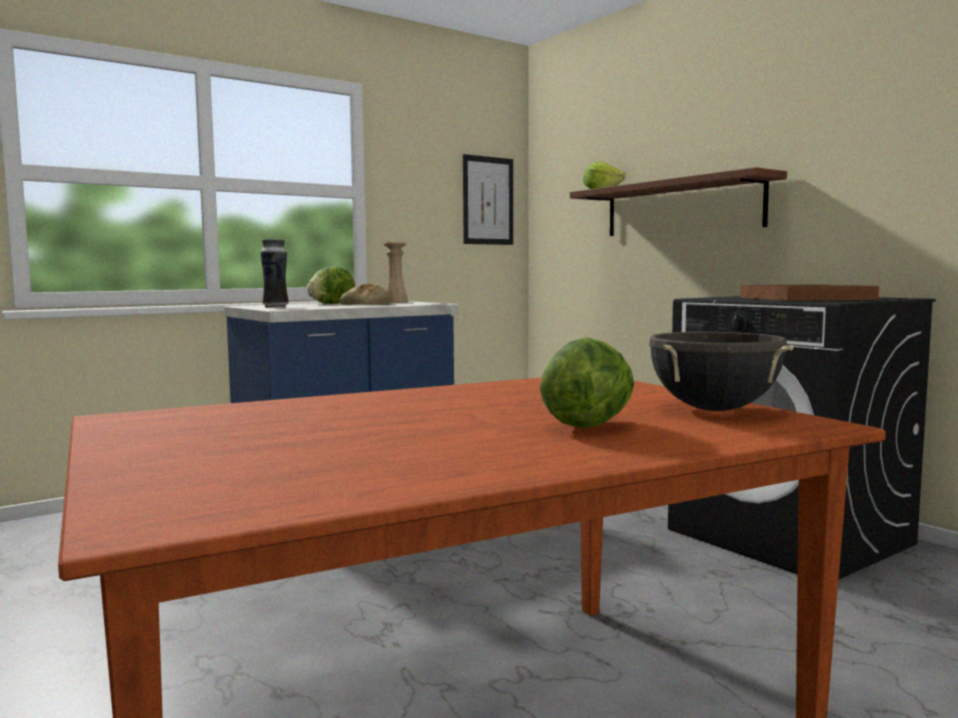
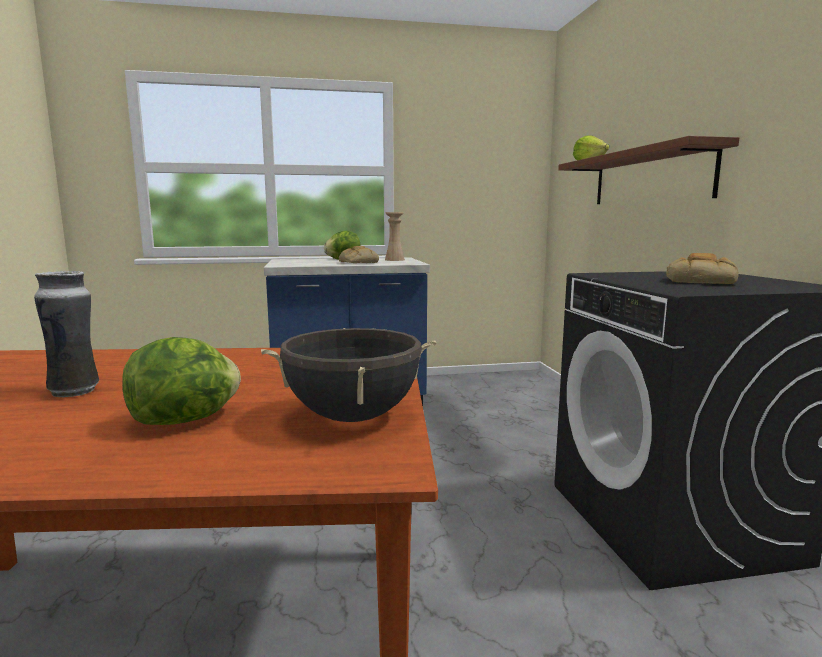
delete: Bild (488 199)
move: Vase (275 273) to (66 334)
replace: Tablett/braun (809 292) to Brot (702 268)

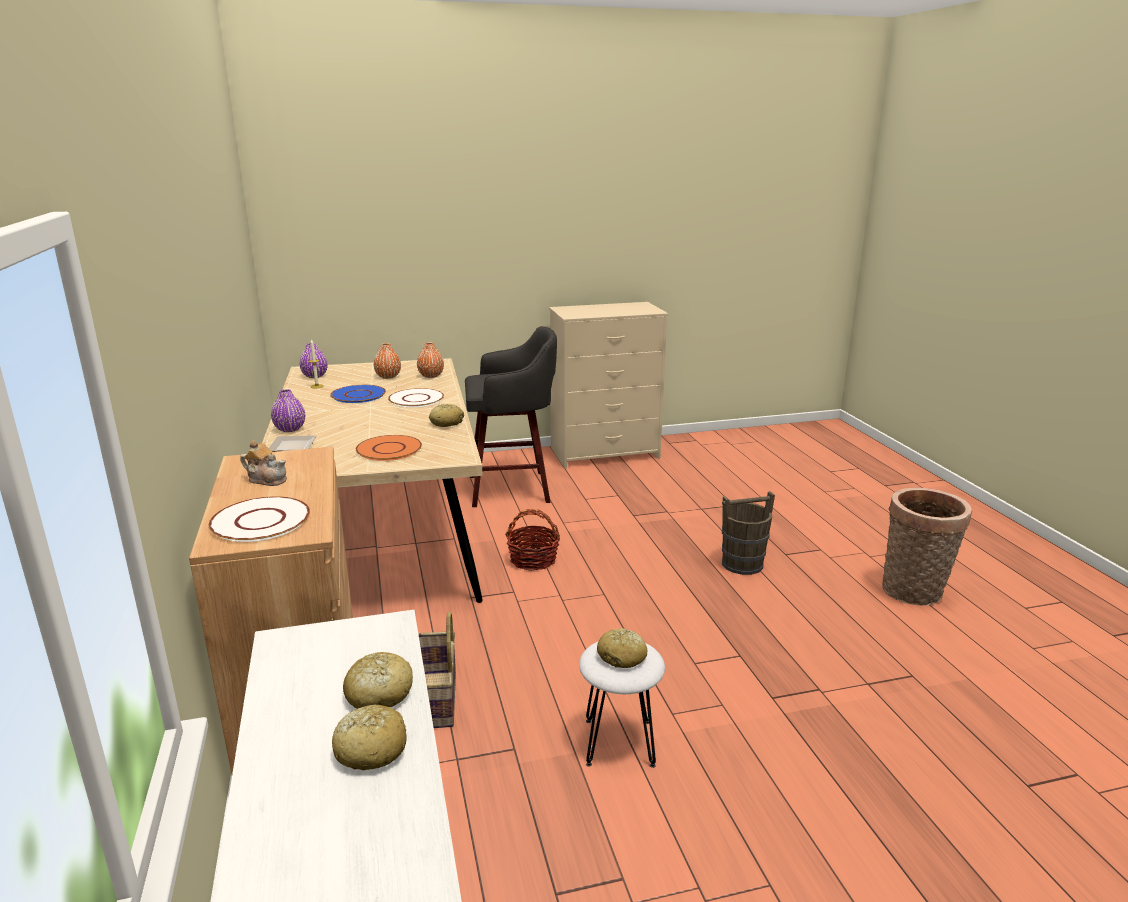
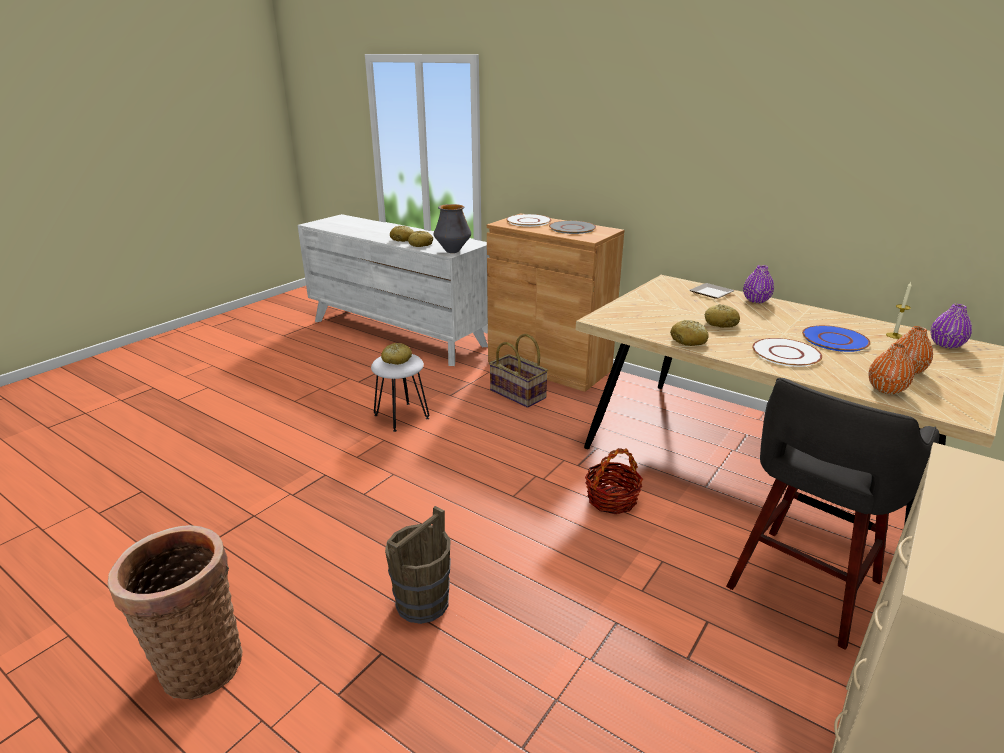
delete: Teller/orange (389 448)
insert: Vase (452 228); Brot (722 316)
replace: Teekanne (263 463) to Teller/grau (572 227)

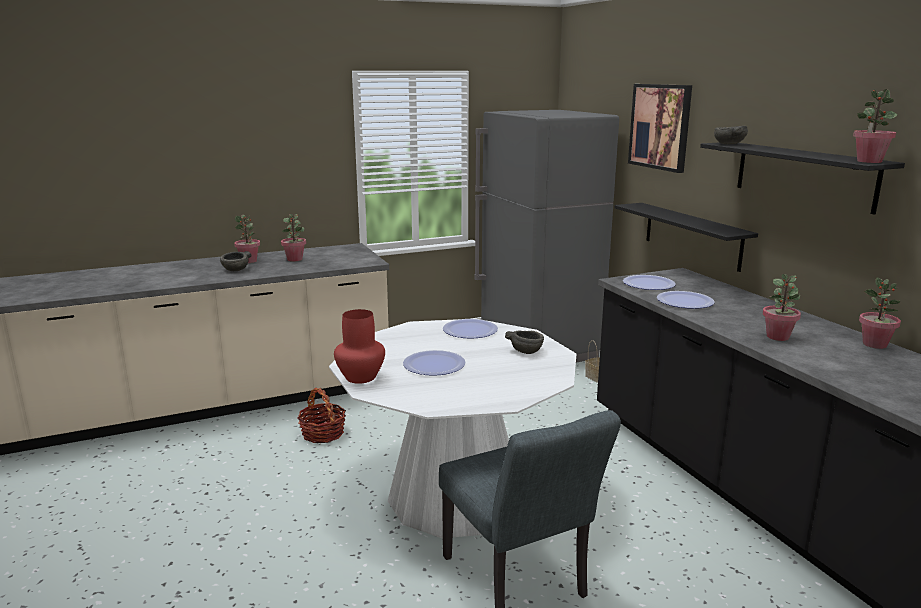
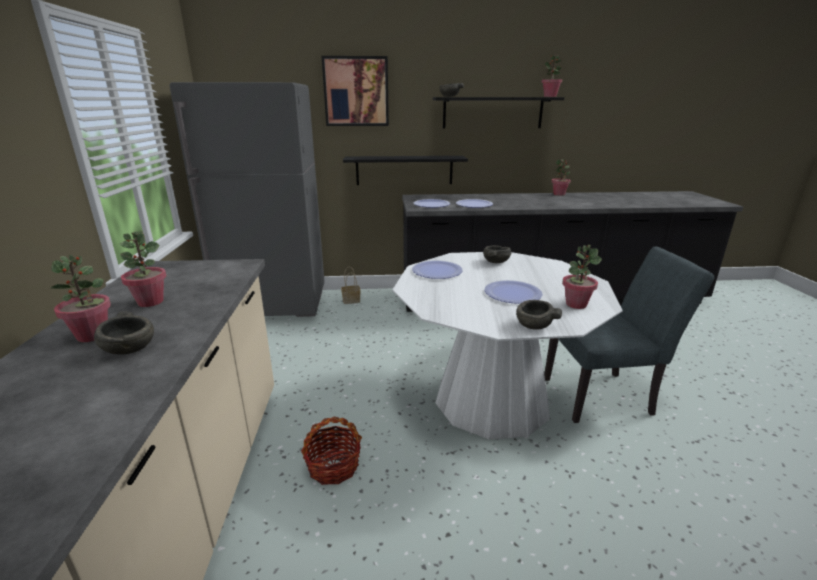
move: Topfpflanze (782 307) to (582 277)
replace: Vase/rot (359 346) to Schüssel/grau (539 315)

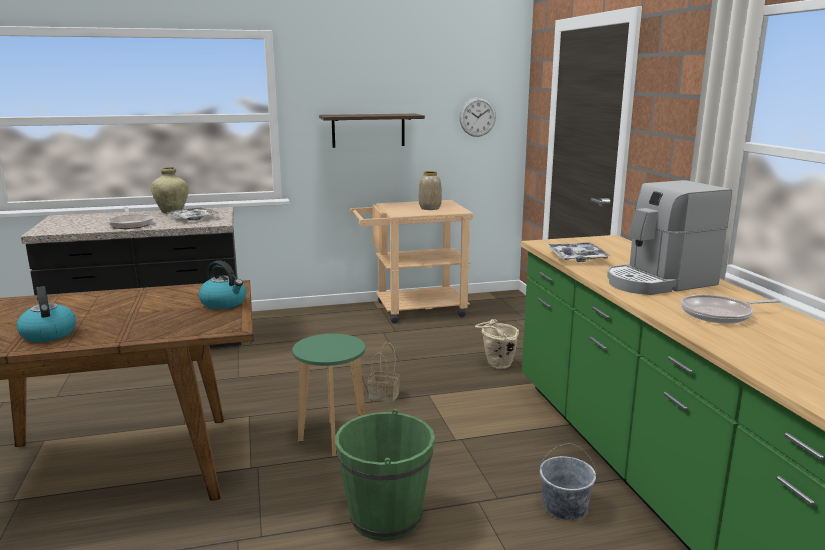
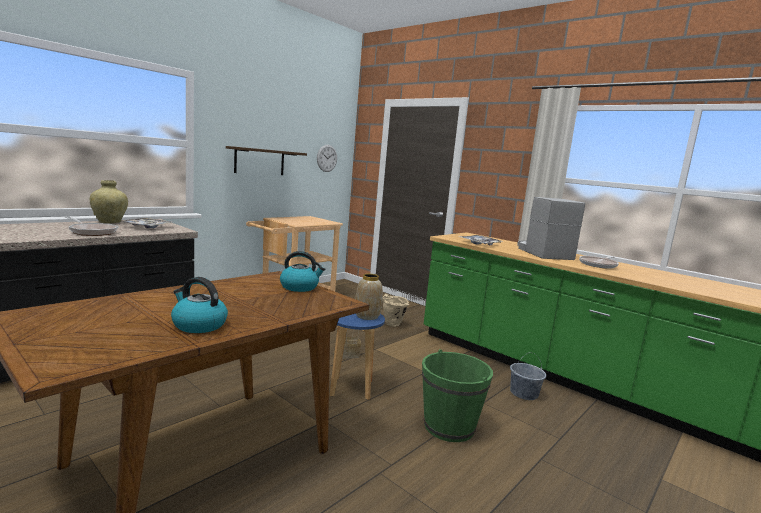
move: Vase (430 190) to (369 297)
recolor: Hocker/grün (328 395) to Hocker/blau (357 357)
rotate: Kaffeemaschine (669 237) = (551 228) 135 degrees clockwise

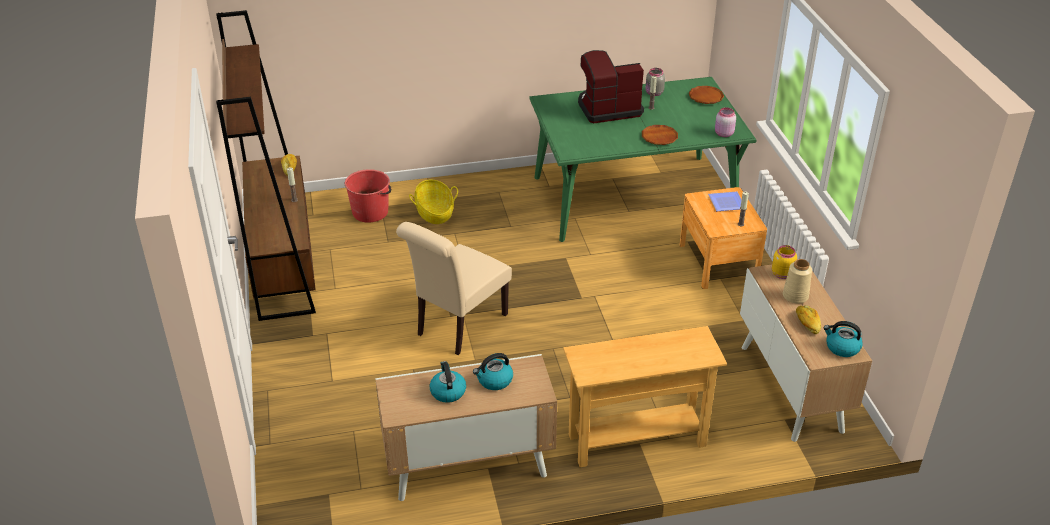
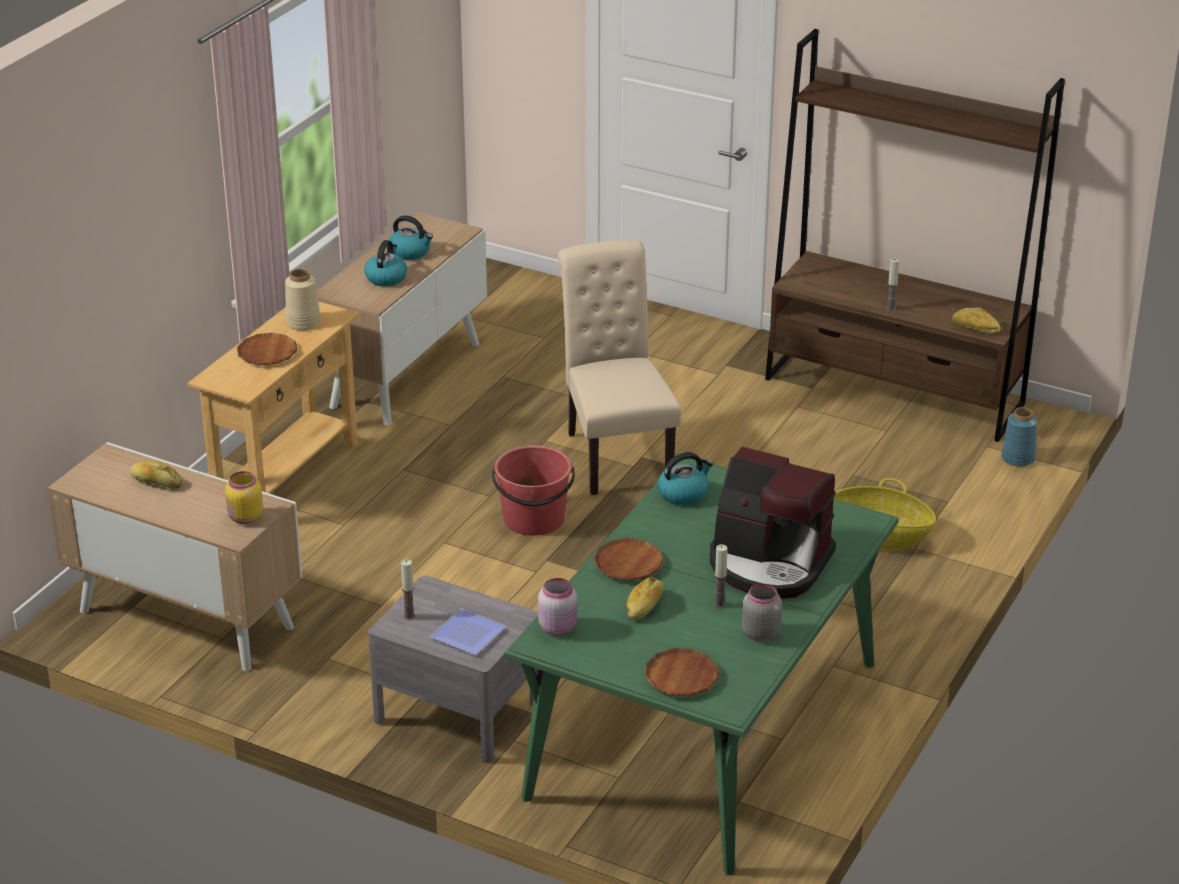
insert: Teller/braun (267 349); Vase/blau (1019 437); Brot (645 598)
move: Eimer/rot (368 195) to (533 490); Vase/beige (797 281) to (303 299); Wasserkessel (843 339) to (685 478)
recolor: Nachttisch/braun (723 238) to Nachttisch/grau (453 669)
rotate: Kaffeemaschine (611 86) = (773 523) 90 degrees clockwise

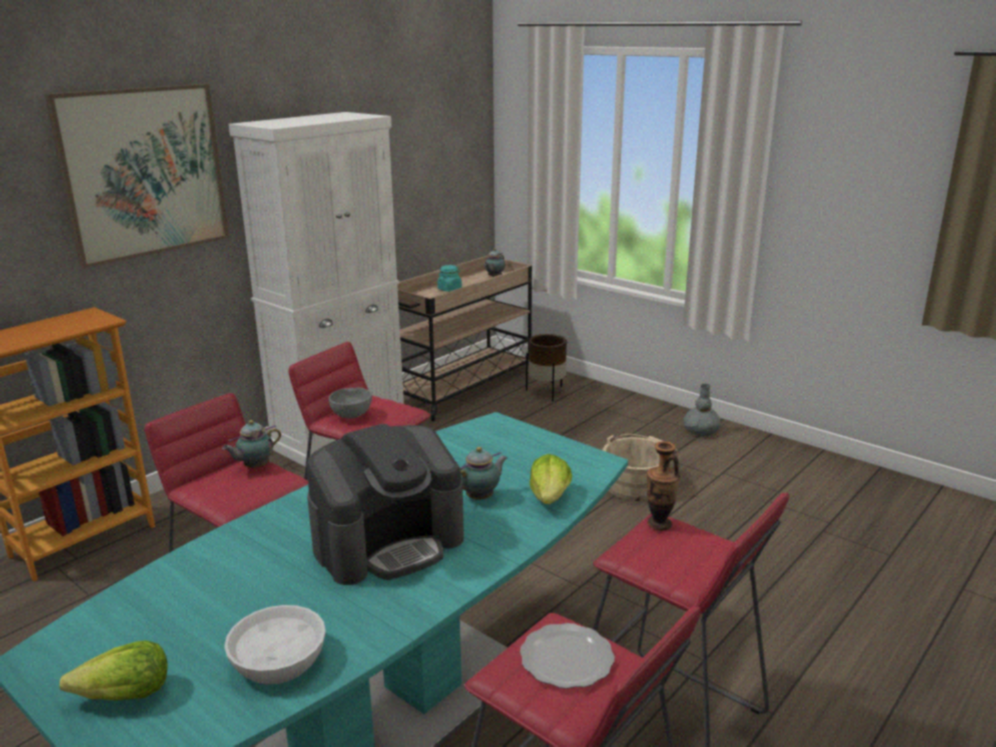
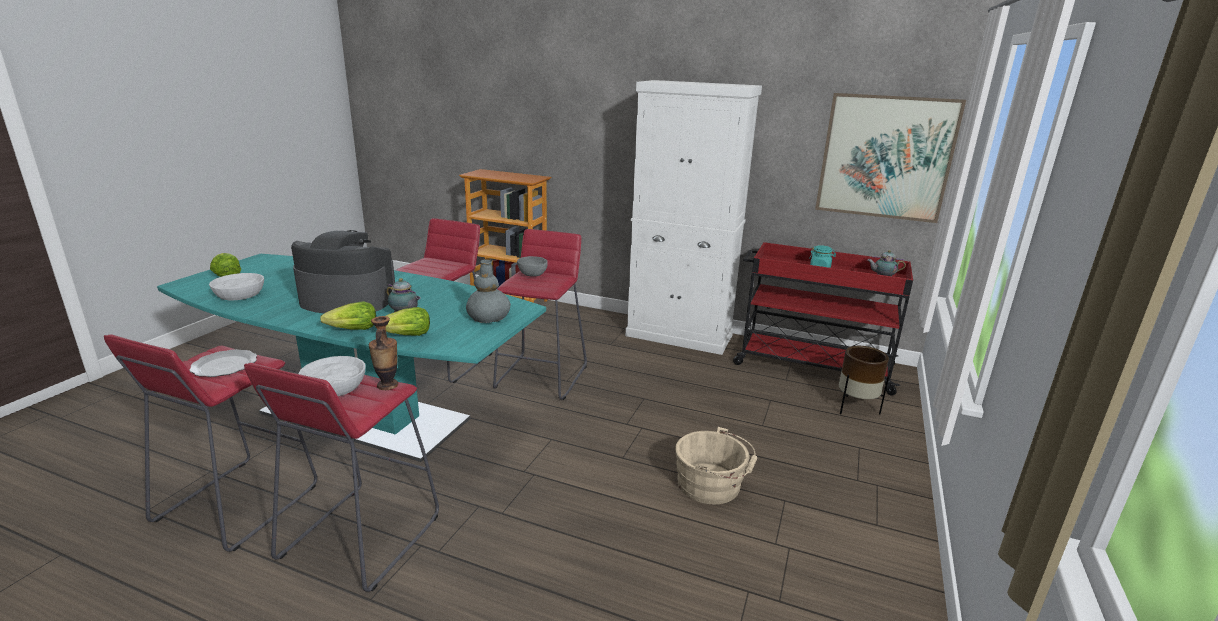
delete: Teekanne (251 444)
insert: Salatkopf (348 316); Schüssel/weiß (331 376)
move: Bild (137 176) to (890 158); Vase/grau (702 410) to (488 291)
recolor: Rollwagen/beige (464 338) to Rollwagen/rot (823 319)
rotate: Kaffeemaschine (385 504) = (343 271) 150 degrees clockwise

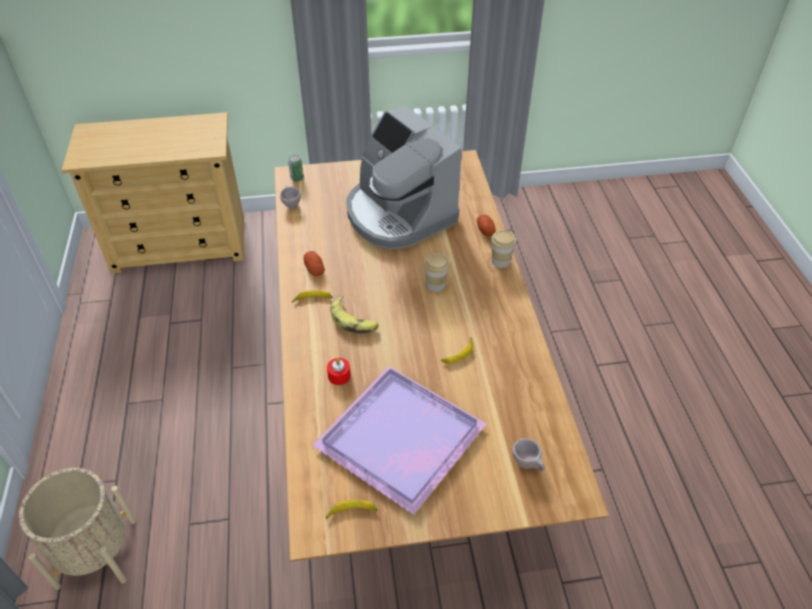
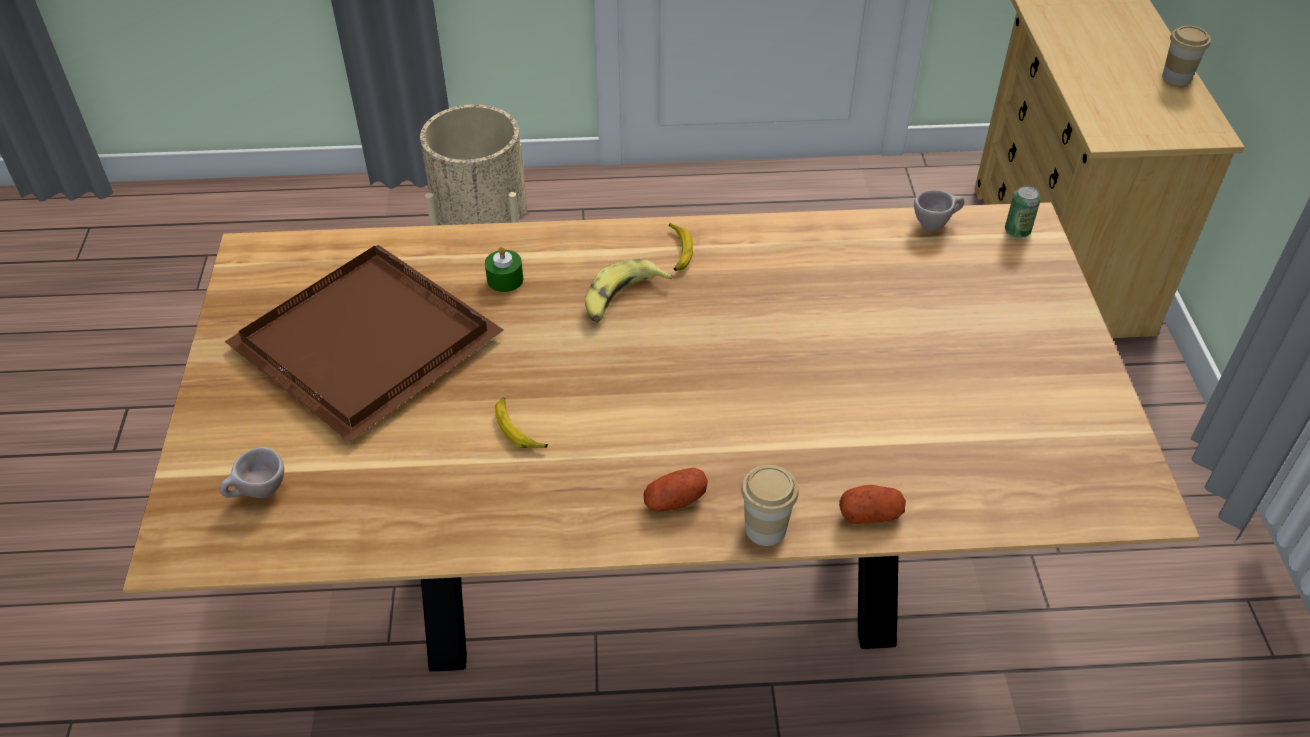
delete: Kaffeemaschine (404 178); Banane (351 509)
move: Kartoffel (314 263) to (675 489); Tasse (437 272) to (1186 56)
recolor: Kerze/rot (339 371) to Kerze/grün (504 269); Tablett/lila (399 440) to Tablett/braun (364 343)

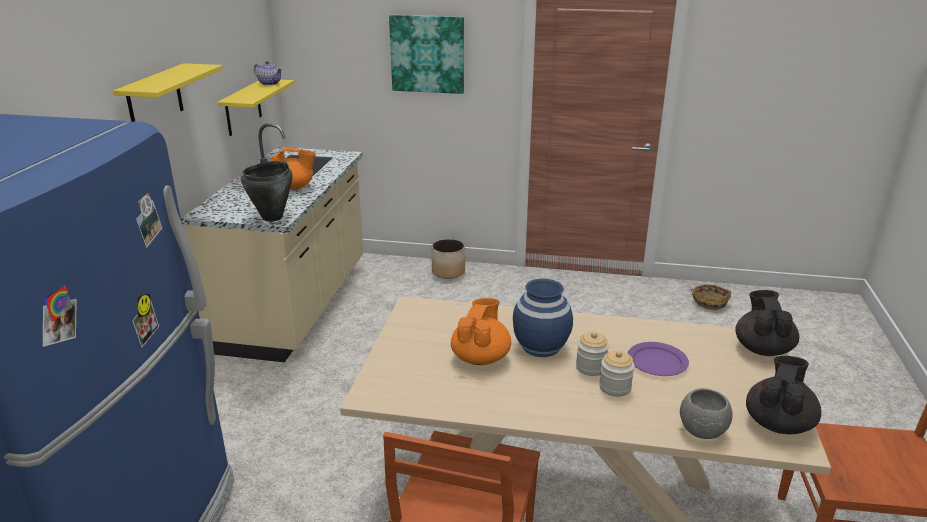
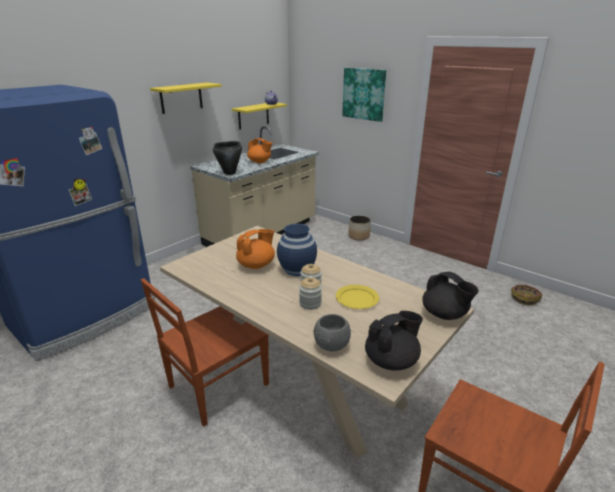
recolor: Teller/lila (658 359) to Teller/gelb (357 297)
rotate: Teekanne/schwarz (767 323) = (450 296) 105 degrees clockwise

